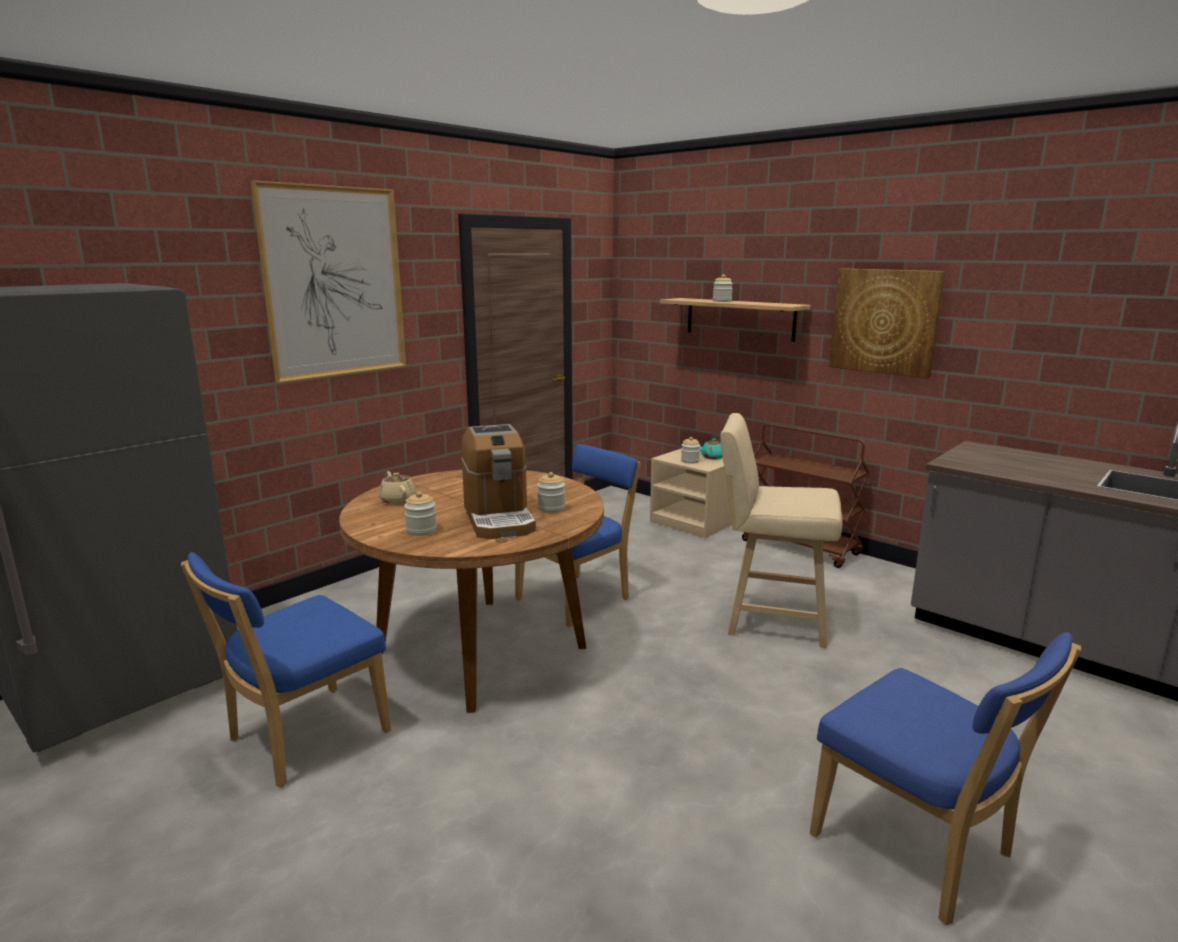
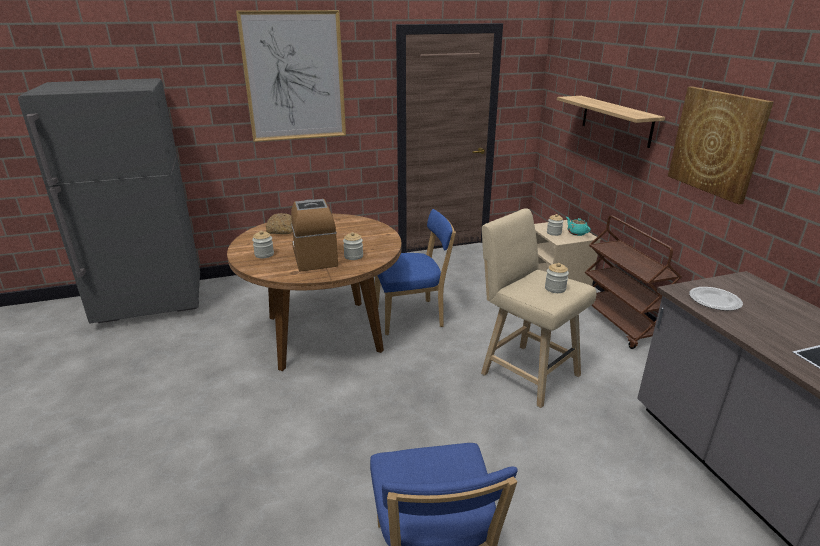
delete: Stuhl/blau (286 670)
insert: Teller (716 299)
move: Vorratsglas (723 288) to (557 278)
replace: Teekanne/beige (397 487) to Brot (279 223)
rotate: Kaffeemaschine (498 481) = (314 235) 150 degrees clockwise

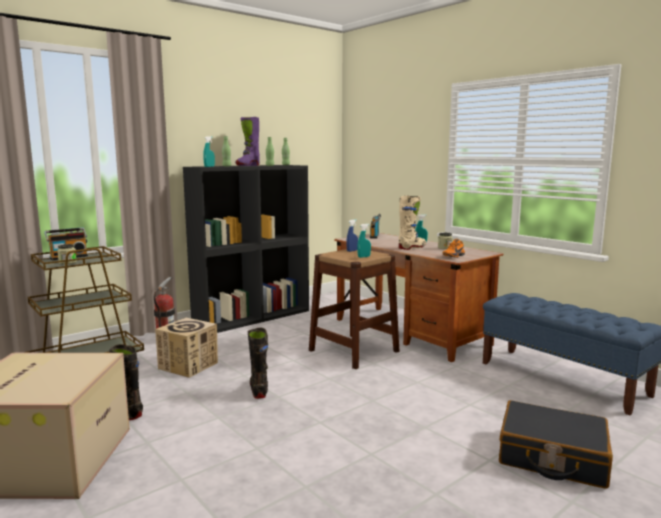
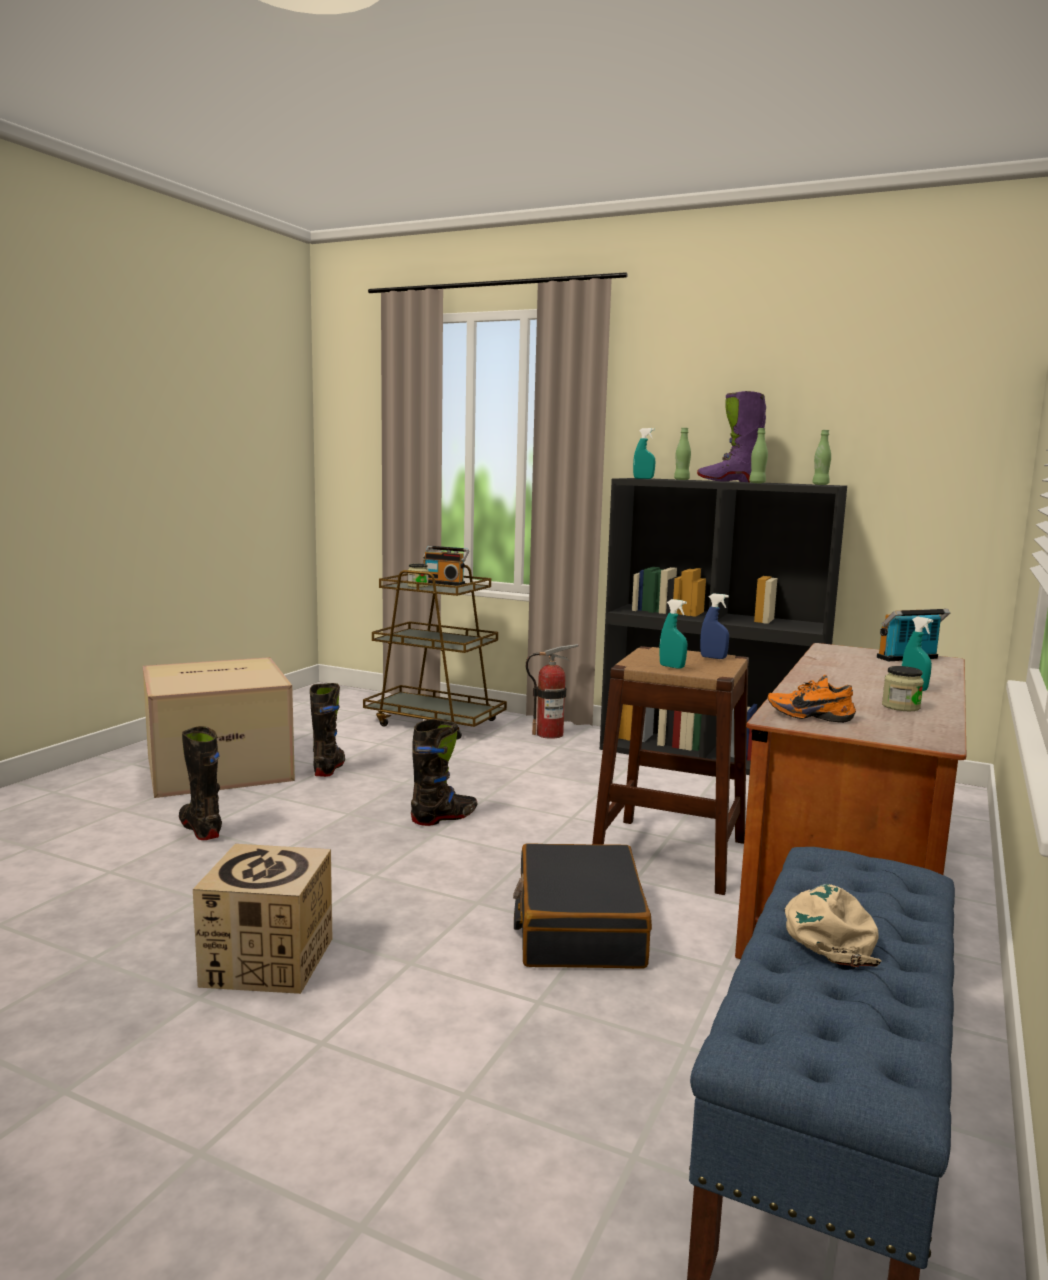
delete: Stiefel/beige (412 223)
insert: Stiefel/schwarz (200 783); Kappe/beige (833 925)
move: Karton (186 348) to (263 919); Koffer/schwarz (556 444) to (582 906)

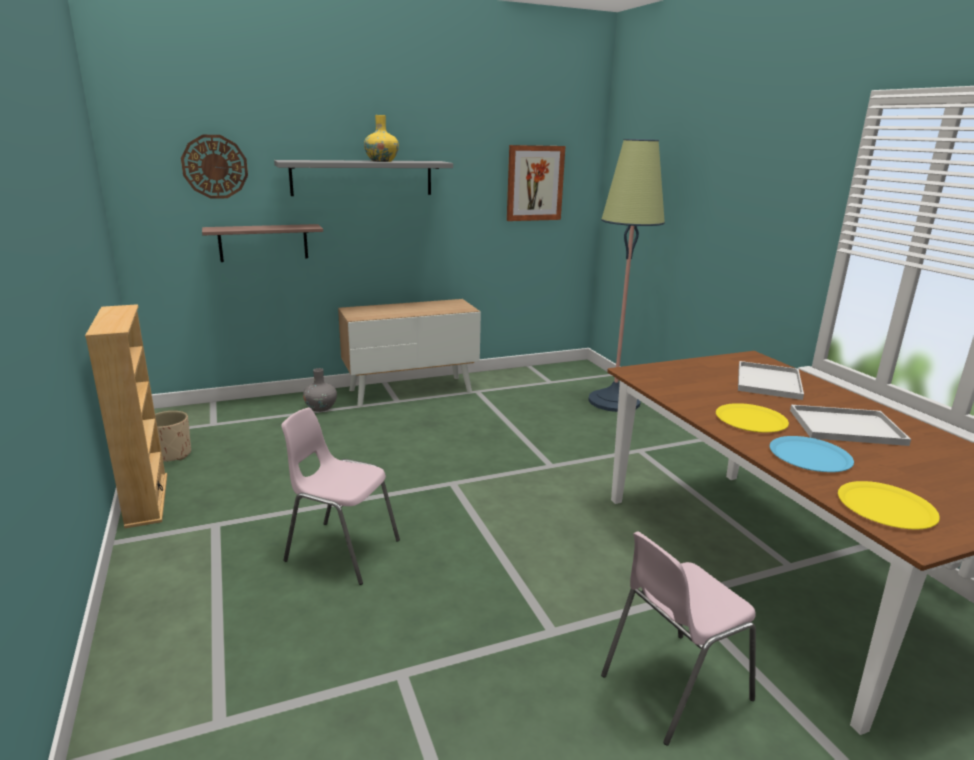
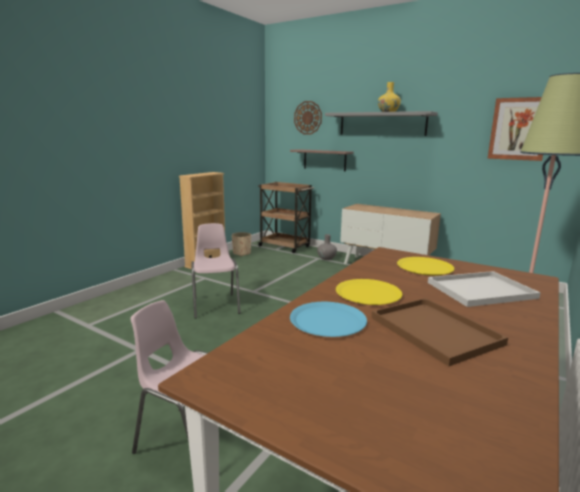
insert: Rollwagen/braun (286 217)
move: Teller/gelb (889 505) to (425 266)
recolor: Tablett/weiß (850 425) to Tablett/braun (439 332)

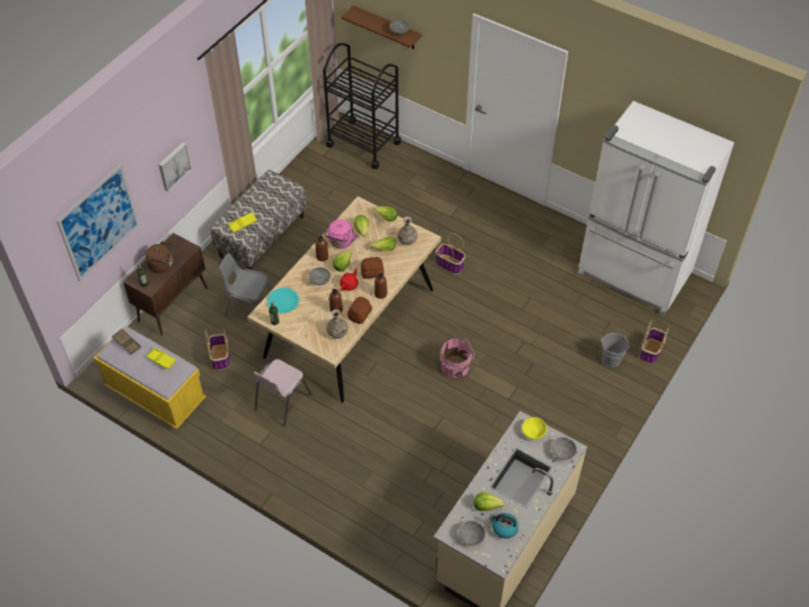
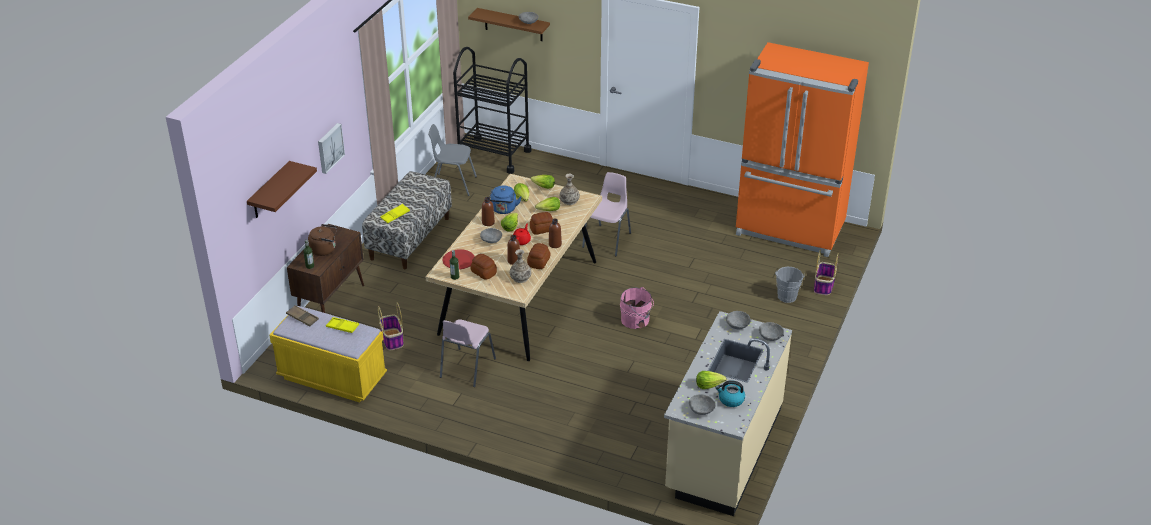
insert: Brot (484 267)
move: Stuhl/grau (245 291) to (452 160)
replace: Bild (98 222) to Wandregal/braun (282 189); Korb (450 253) to Stuhl/rosa (606 214)
recolor: Kühlschrank/weiß (656 208) to Kühlschrank/orange (802 149); Wasserkessel/rosa (341 233) to Wasserkessel/blau (505 200); Teller/türkis (283 300) to Teller/rot (458 259); Schüssel/gelb (534 428) to Schüssel/grau (738 320)

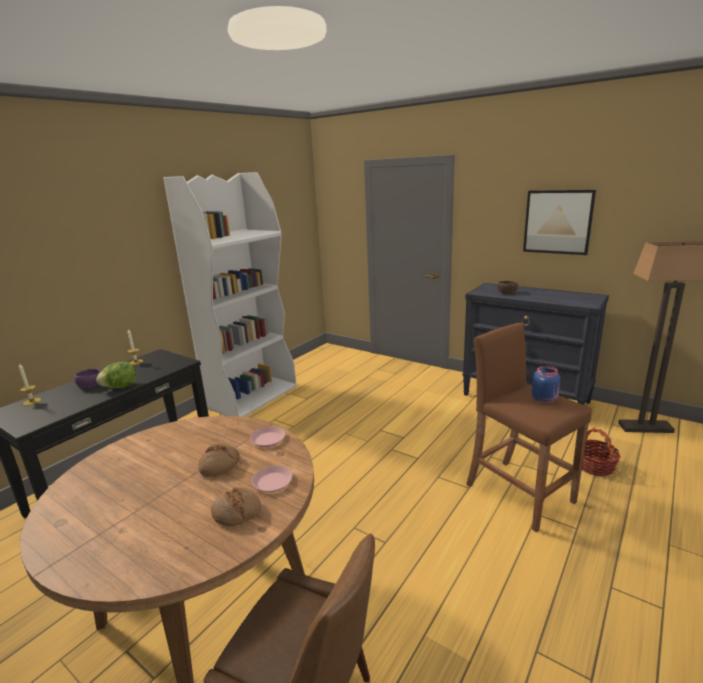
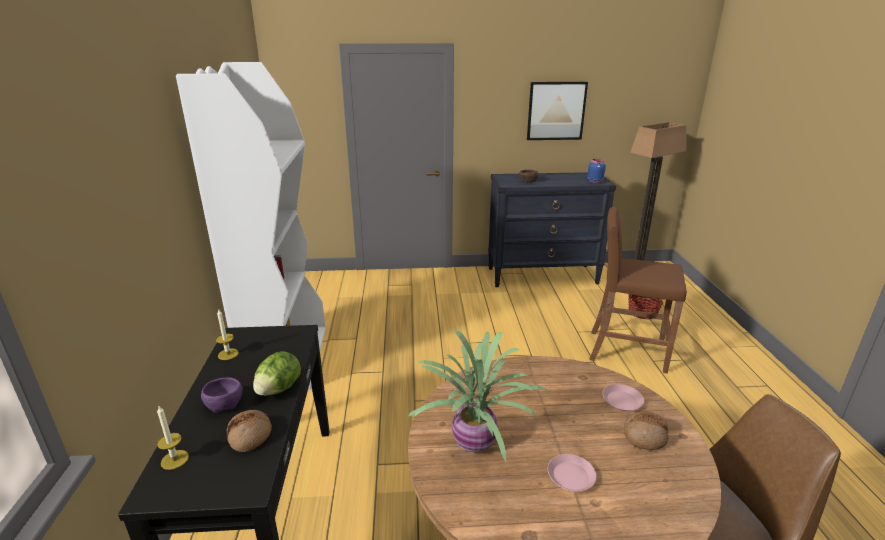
insert: Topfpflanze (478 396)
move: Vorratsglas/blau (546 384) to (596 171); Teller/rosa (267 436) to (572 473); Brot (219 460) to (249 431)

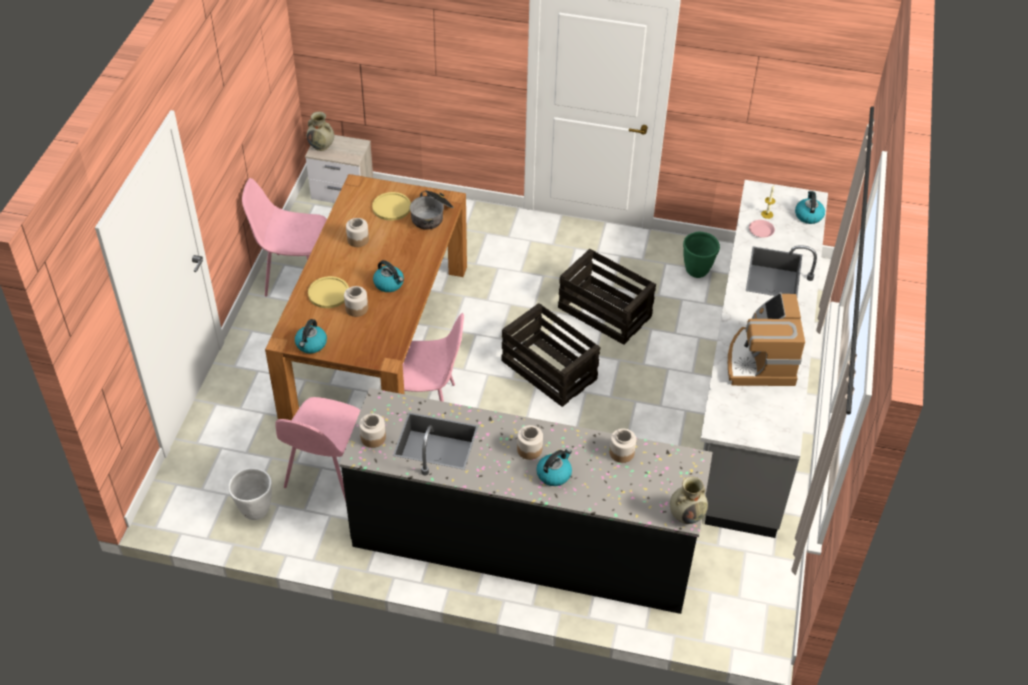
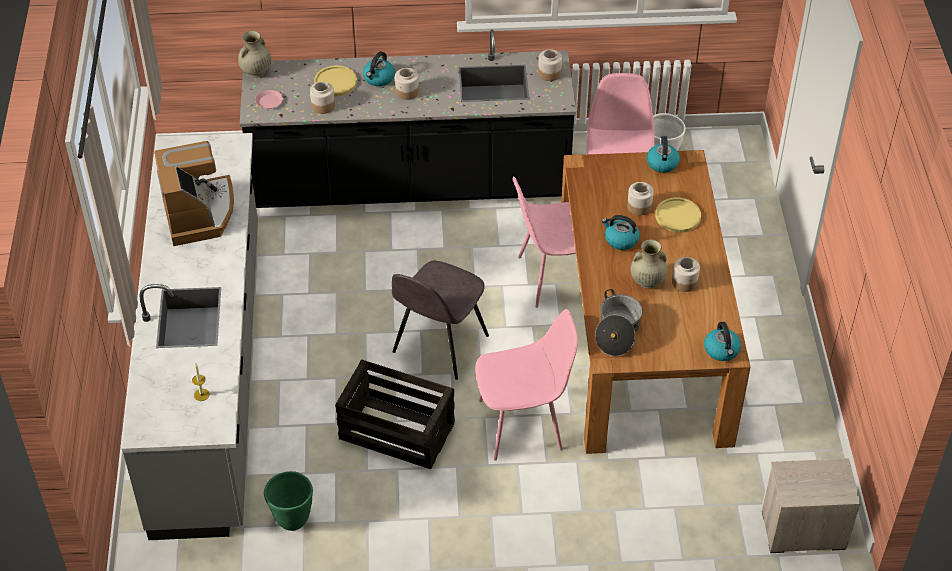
move: Vase/beige (320 131) to (649 264); Stuhl/rosa (284 237) to (526 385); Wasserkessel (810 207) to (722 341); Teller/gelb (391 206) to (335 81); Teller/rosa (762 229) to (269 99)
replace: Kiste (551 355) to Stuhl/grau (440 320)

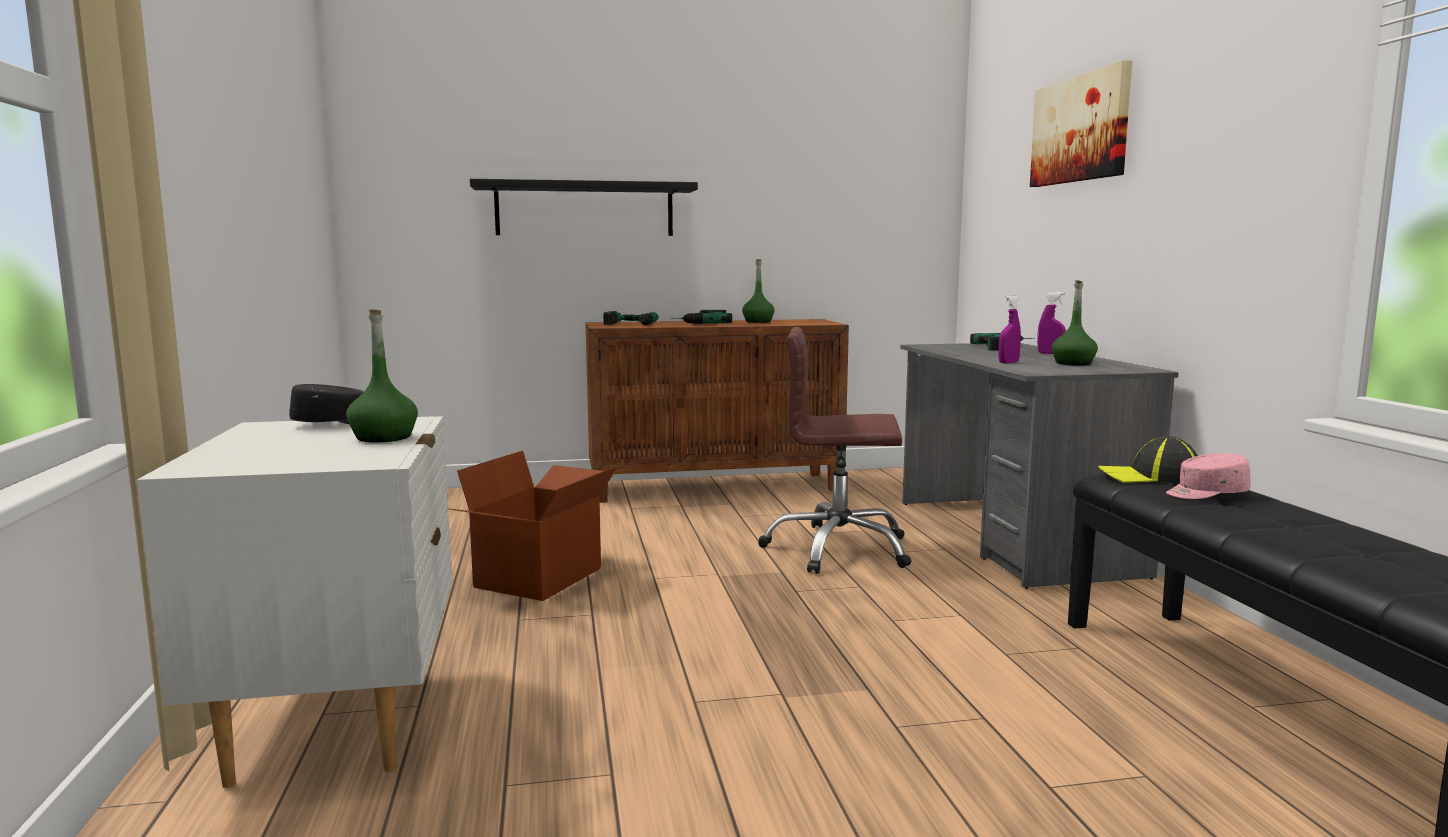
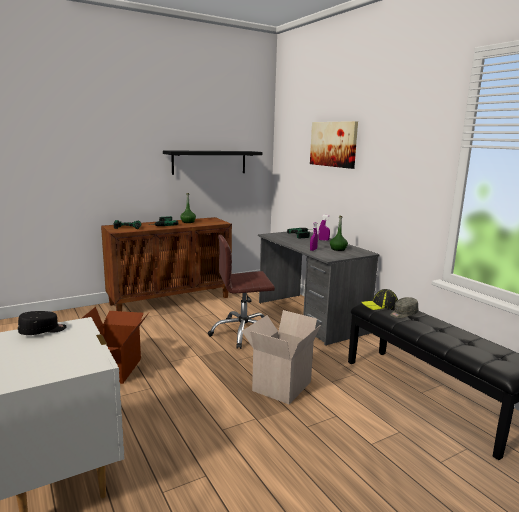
delete: Flasche/grün (382 376)
insert: Karton (281 357)
move: Wandregal/schwarz (584 207) to (212 162)
recolor: Kappe/rosa (1208 476) to Kappe/grau (404 307)

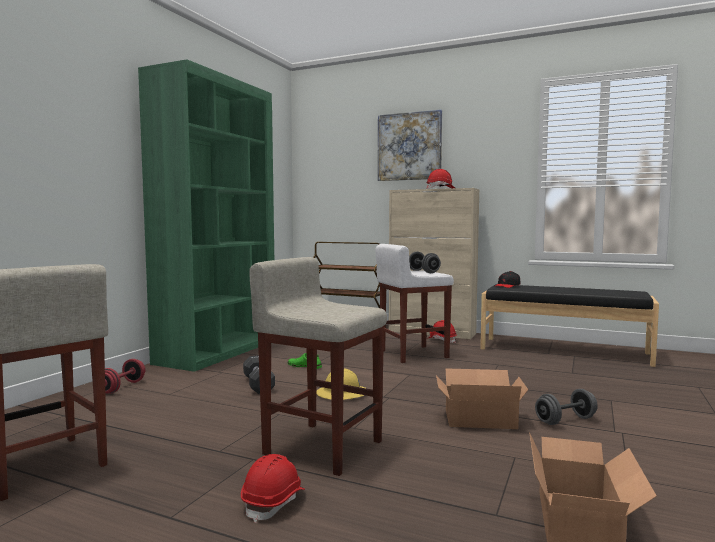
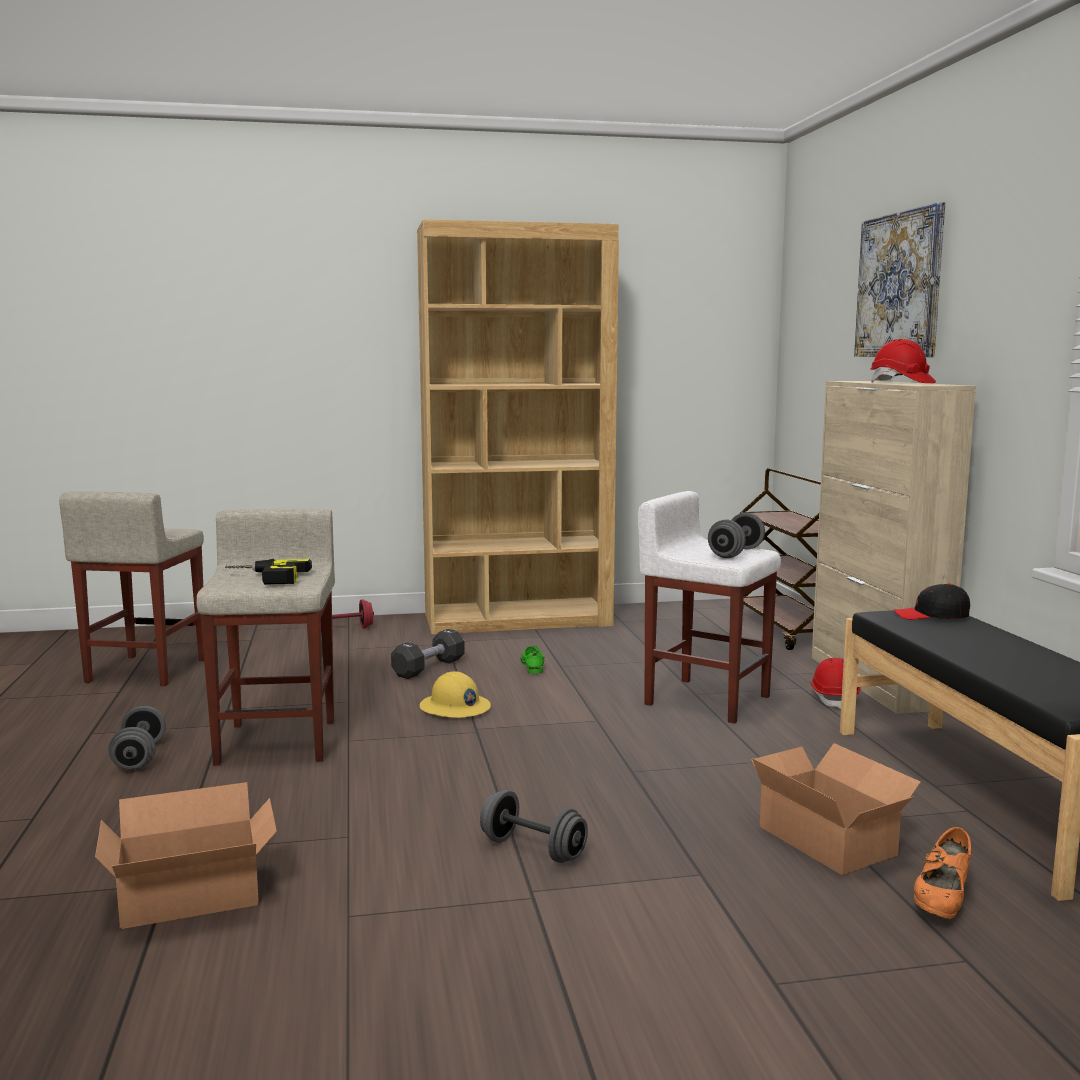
insert: Bohrmaschine (268 572); Schuh/orange (942 873)
move: Karton (482 398) to (836 809)
replace: Schutzhelm/rot (273 488) to Hantel/grau (137 738)
recolor: Bücherregal/grün (206 215) to Bücherregal/braun (518 426)

